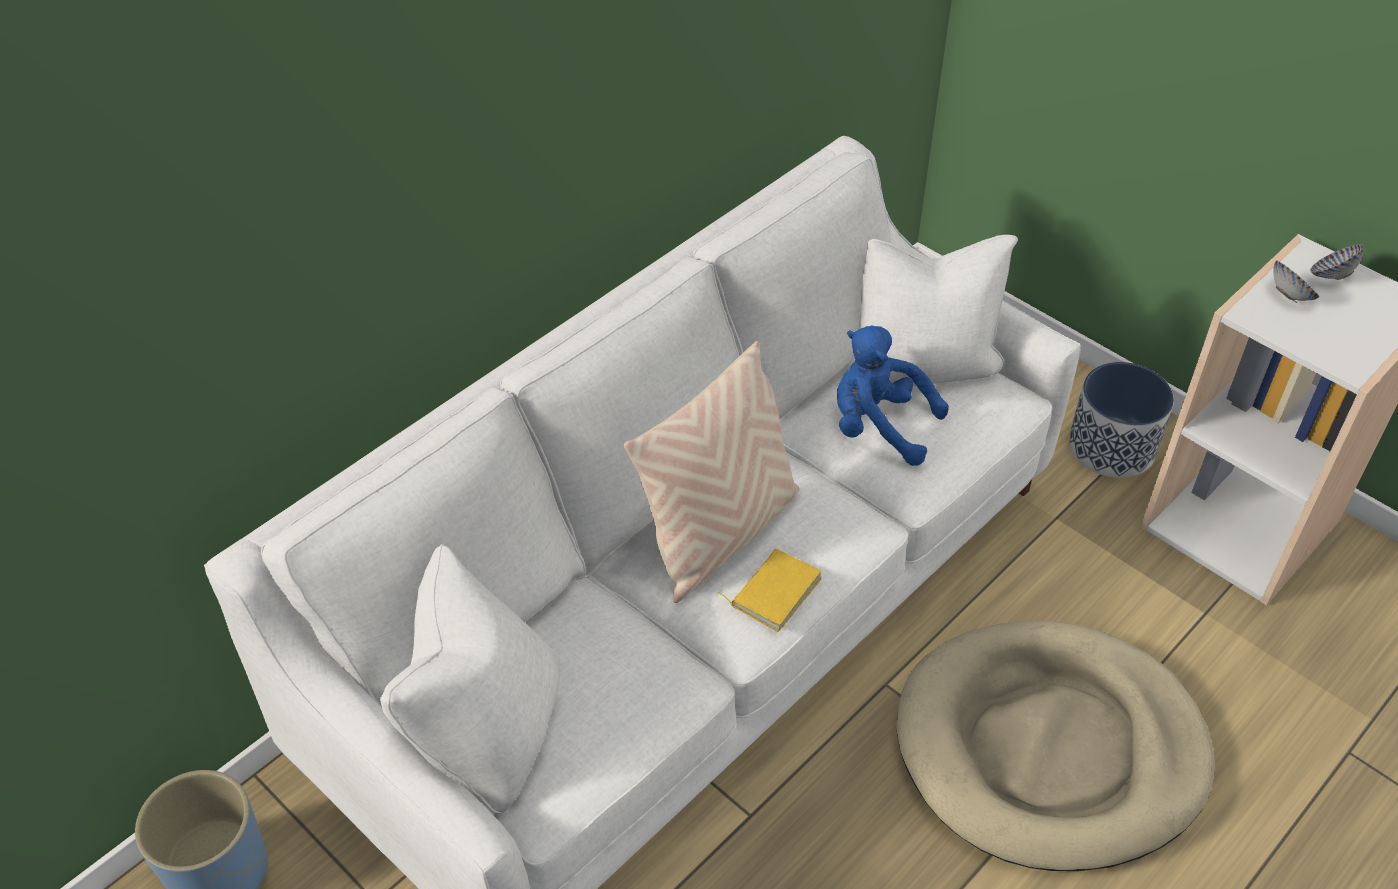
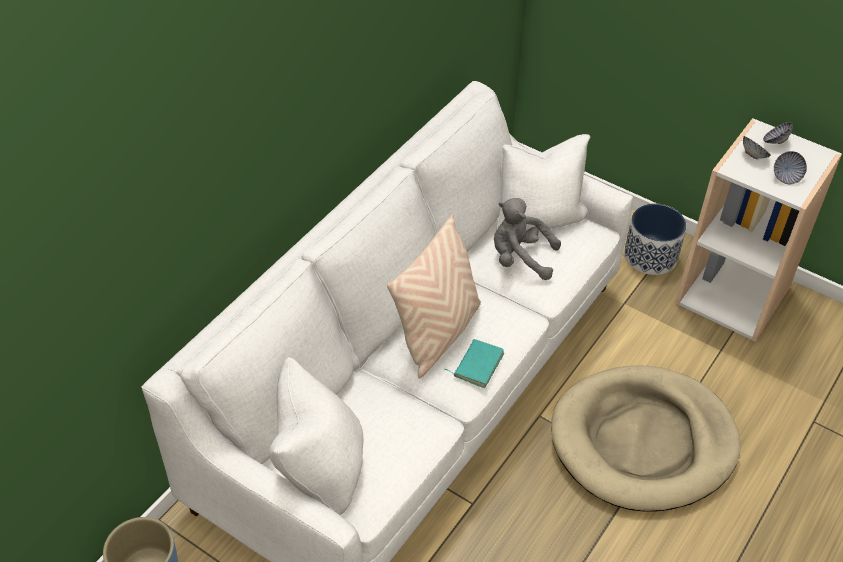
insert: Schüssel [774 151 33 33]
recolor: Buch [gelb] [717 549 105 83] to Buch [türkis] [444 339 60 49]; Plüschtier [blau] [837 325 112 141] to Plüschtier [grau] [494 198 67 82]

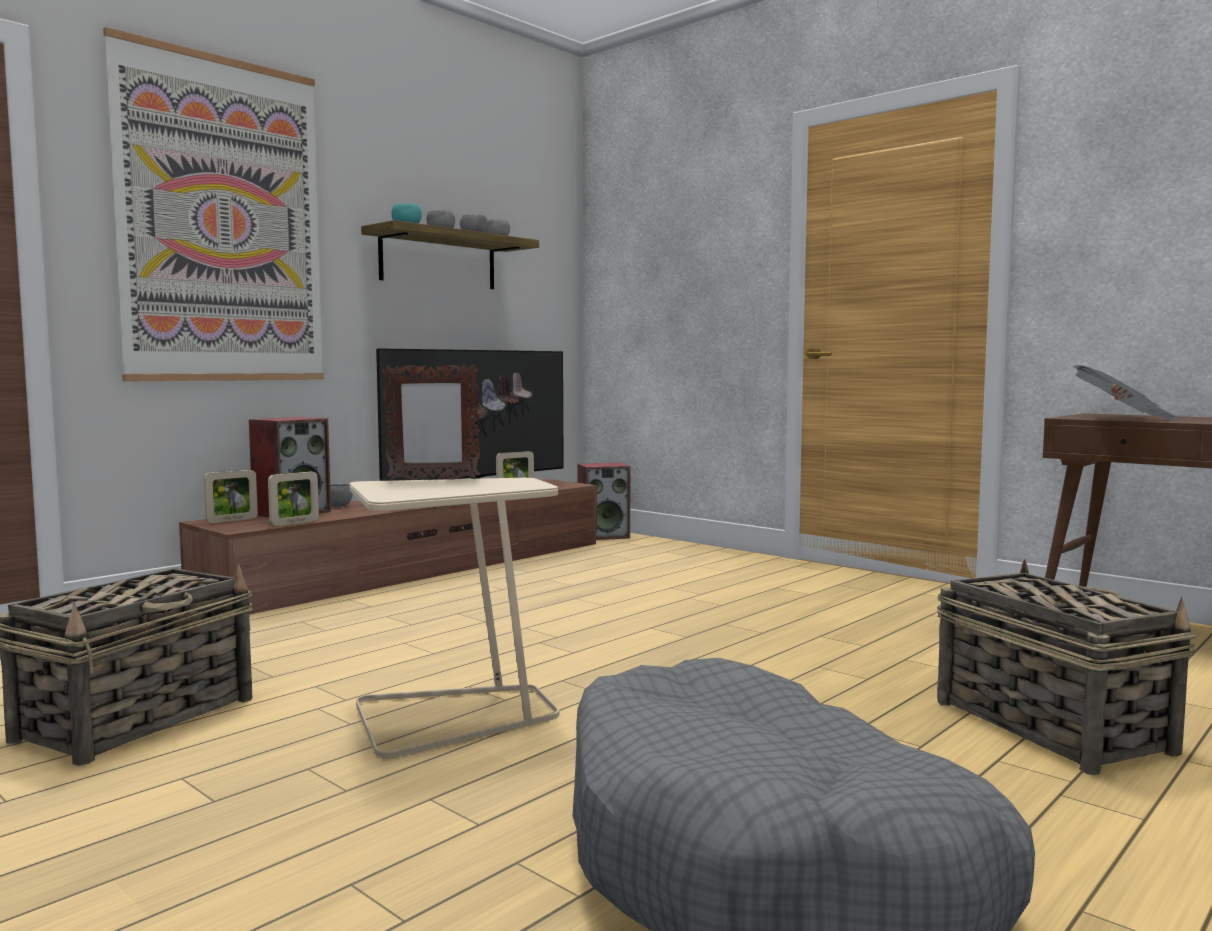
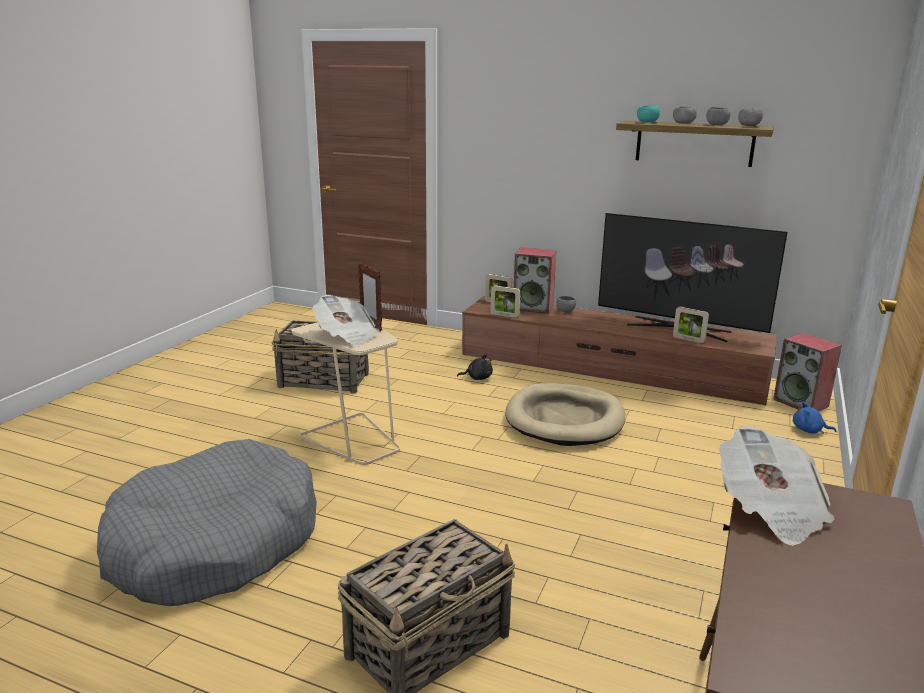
delete: Bild [103 27 221 355]
insert: Zeitung [313 295 65 52]; Plüschtier [schwarz] [457 355 36 25]; Hundebett [beige] [505 383 120 63]; Plüschtier [blau] [793 402 43 32]

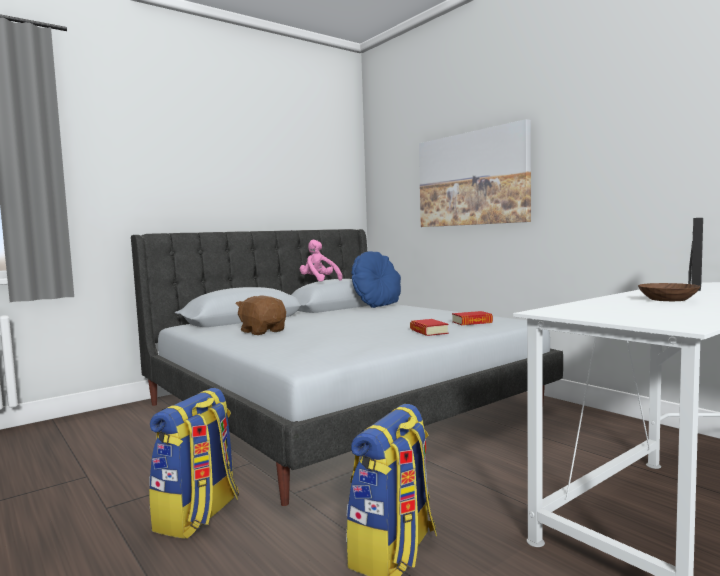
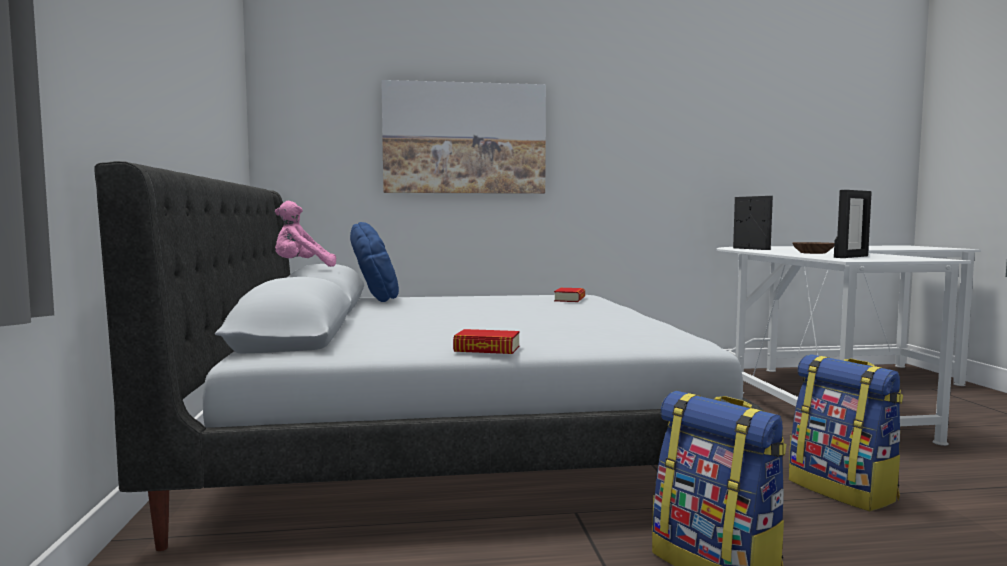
delete: Plüschtier [braun] [236 295 50 40]
insert: Bilderrahmen [834 190 38 68]
move: Buch [410 319 39 17] to [453 329 66 25]

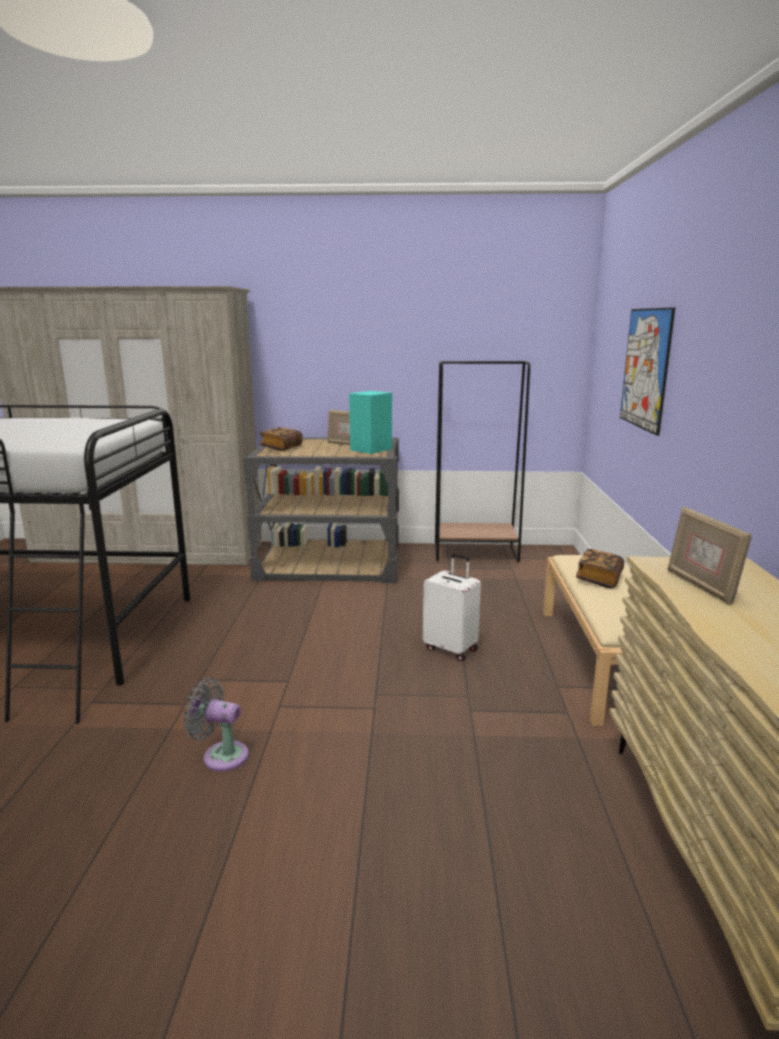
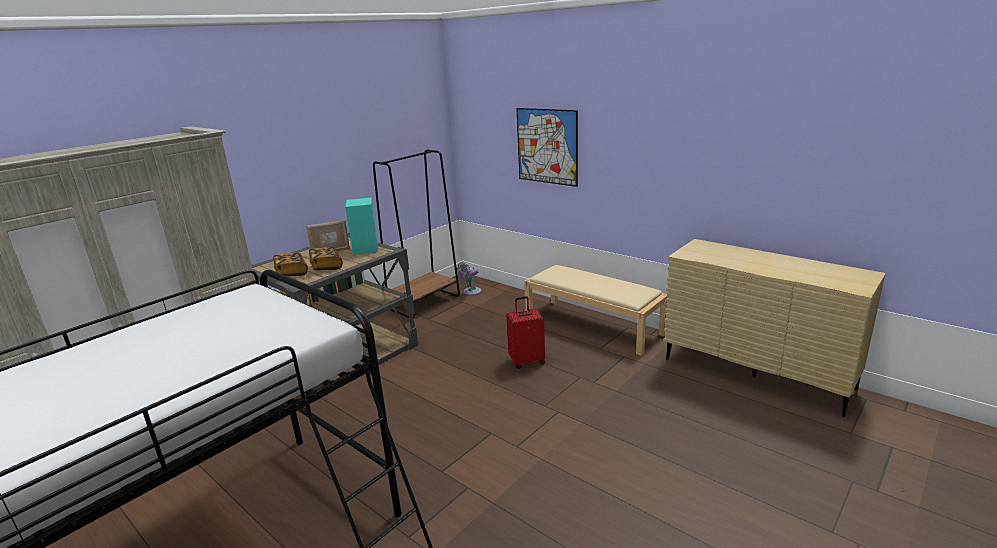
delete: Bilderrahmen [668 506 84 99]
move: Buch [576 549 48 39] to [309 247 34 23]; Ventilator [grau] [183 678 66 94] to [457 263 24 33]
recolor: Koffer [weiß] [423 553 58 108] to Koffer [rot] [506 296 39 73]

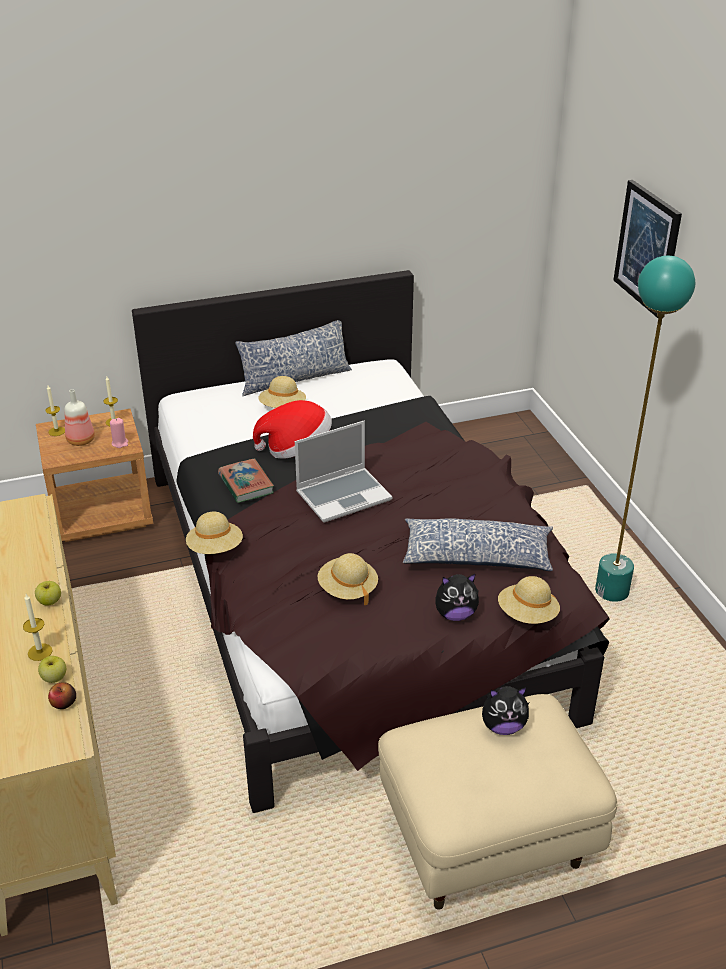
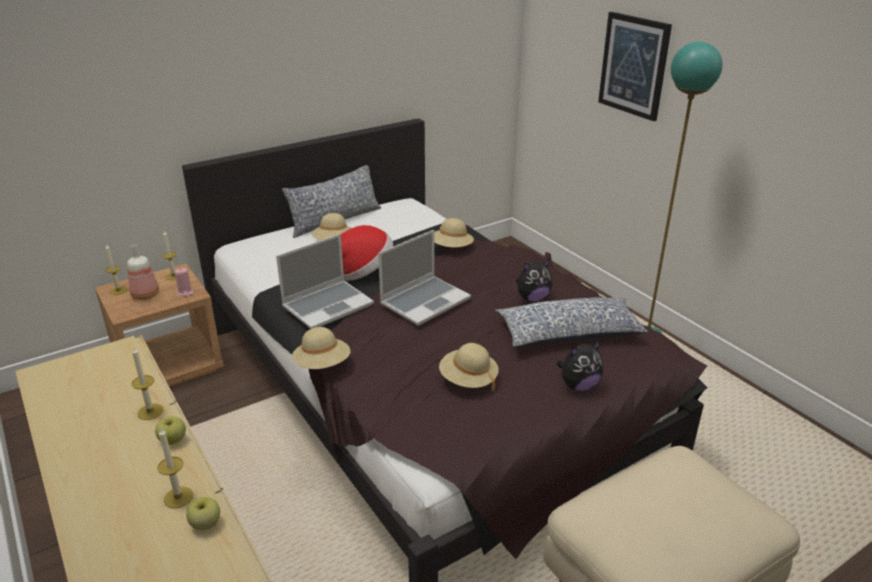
delete: Apfel [48 682 28 27]
insert: Kerze [131 346 32 74]
move: Hut [beige] [498 576 62 48] to [434 218 40 29]; Plüschtier [482 686 47 49] to [516 258 37 44]
replace: Buch [218 459 56 44] to Laptop [276 234 98 95]

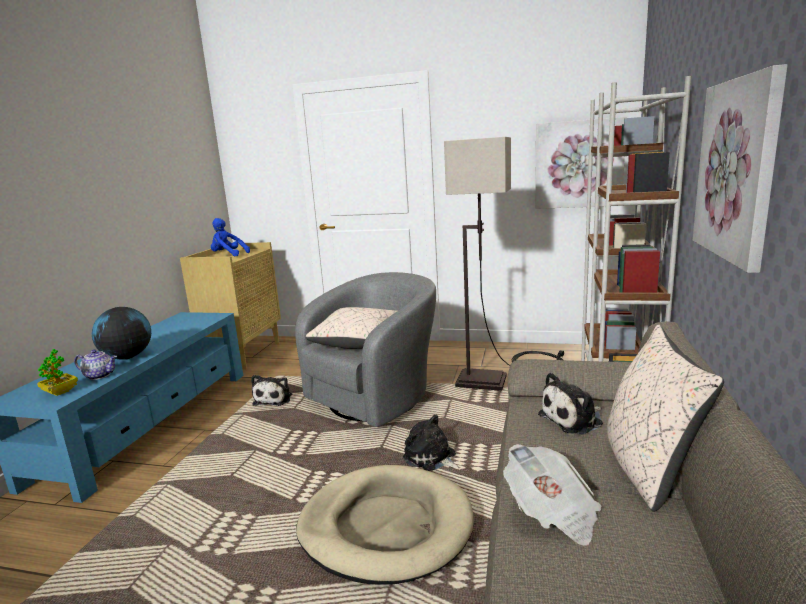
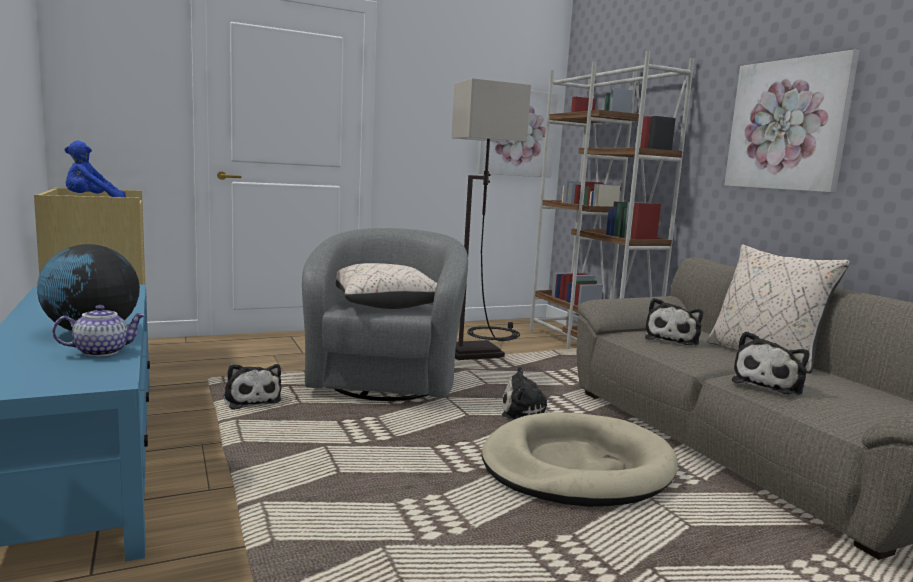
delete: Topfpflanze [37 349 41 47]
replace: Zeitung [503 444 98 102] to Plüschtier [732 331 77 64]

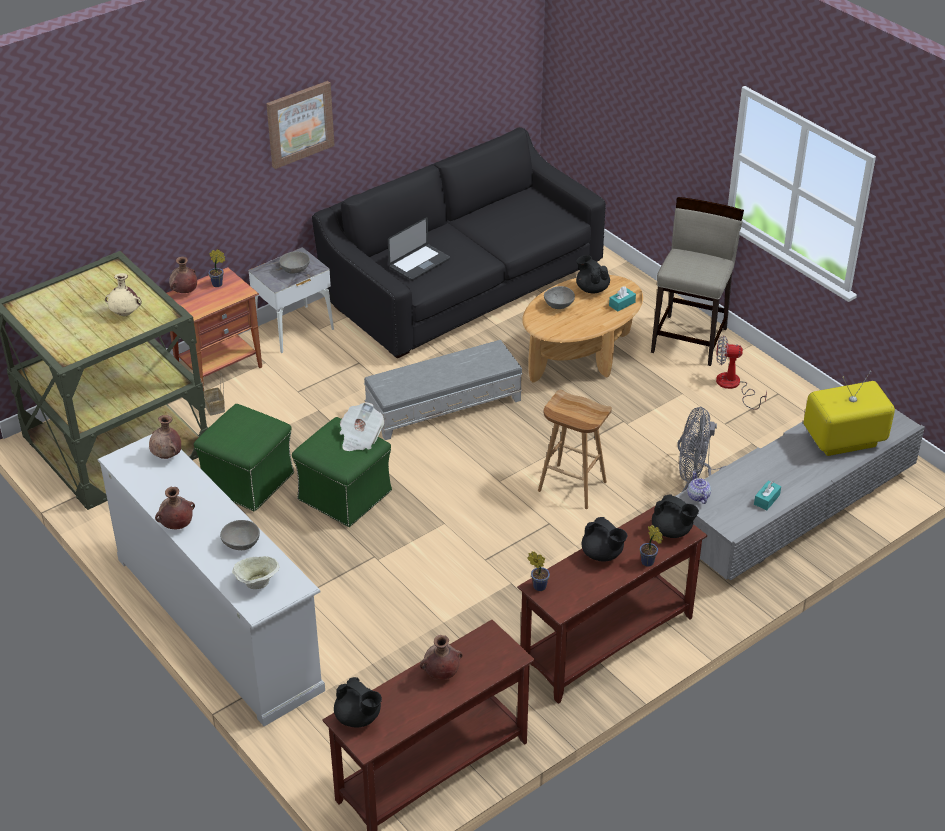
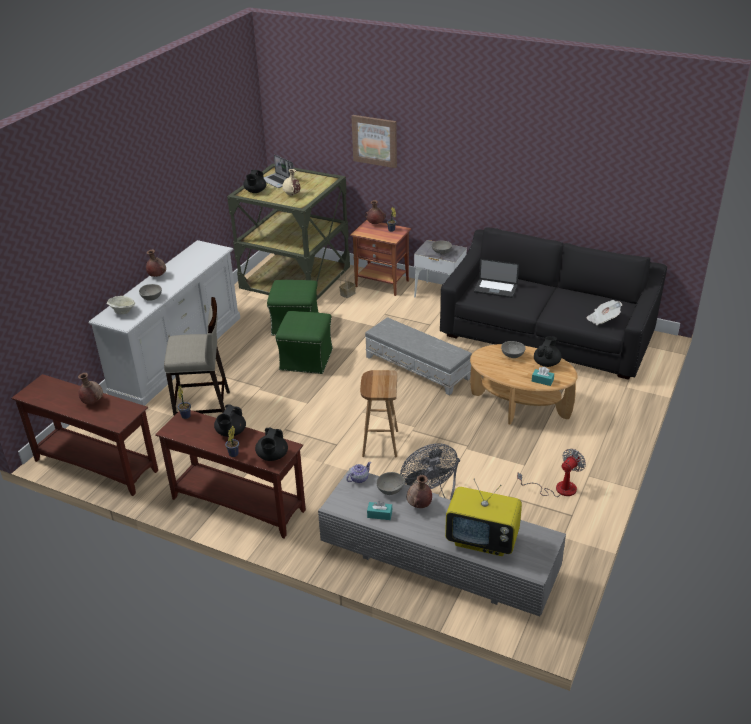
insert: Laptop [263 155 30 33]; Schüssel [grau] [376 472 29 23]
move: Hocker [beige] [651 197 93 169] to [164 297 66 119]; Teekanne [schwarz] [334 677 48 50] to [243 170 23 23]; Bild [266 81 69 88] to [351 115 46 53]; Vase [braun] [149 415 32 44] to [407 475 25 33]; Zeitung [340 402 44 49] to [587 300 35 25]
rotate: Fernseher [803 371 92 85] = [445 479 77 77] 150 degrees clockwise; Ventilator [716 336 51 74] = [517 449 69 48] 60 degrees clockwise

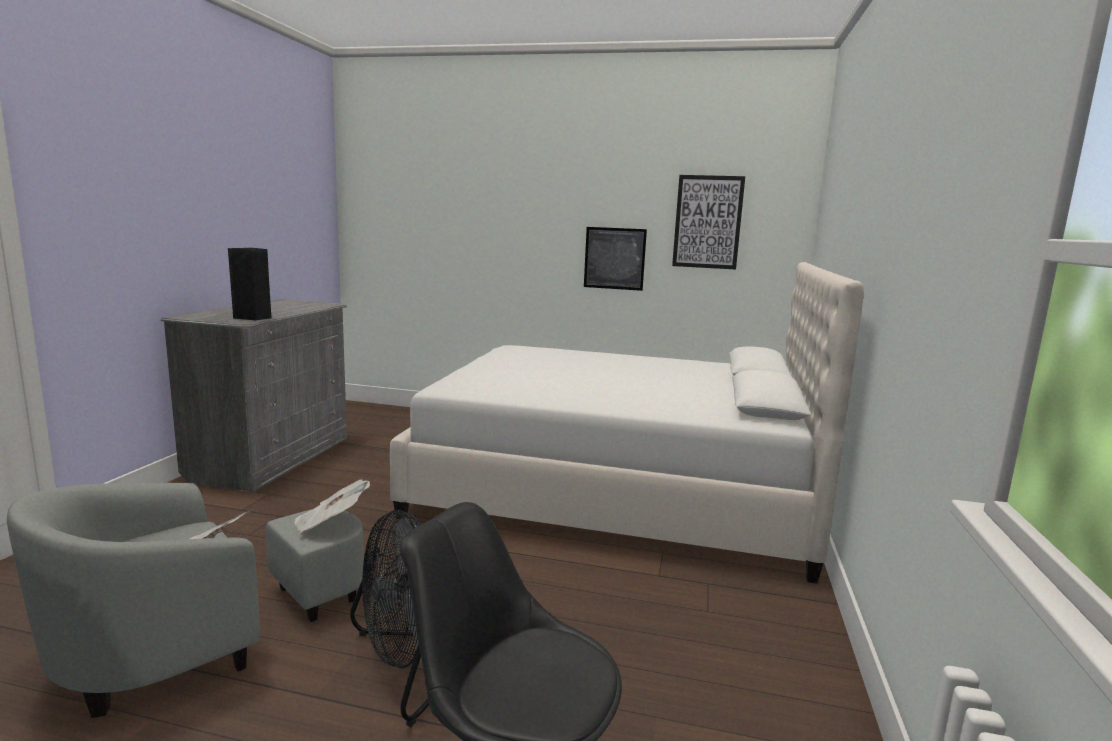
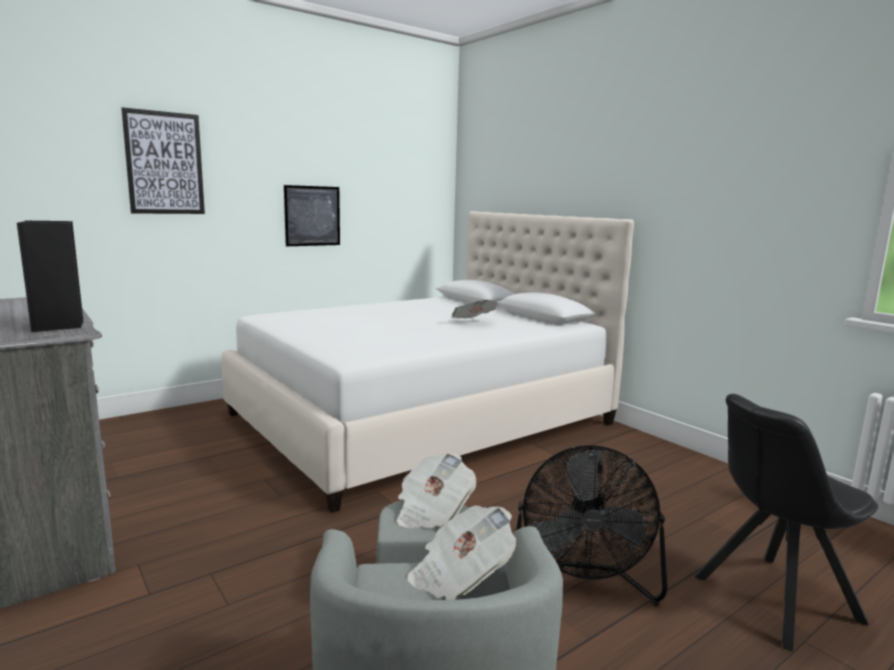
insert: Zeitung [452 300 45 18]
move: Bild [672 175 73 95] to [121 107 84 107]

